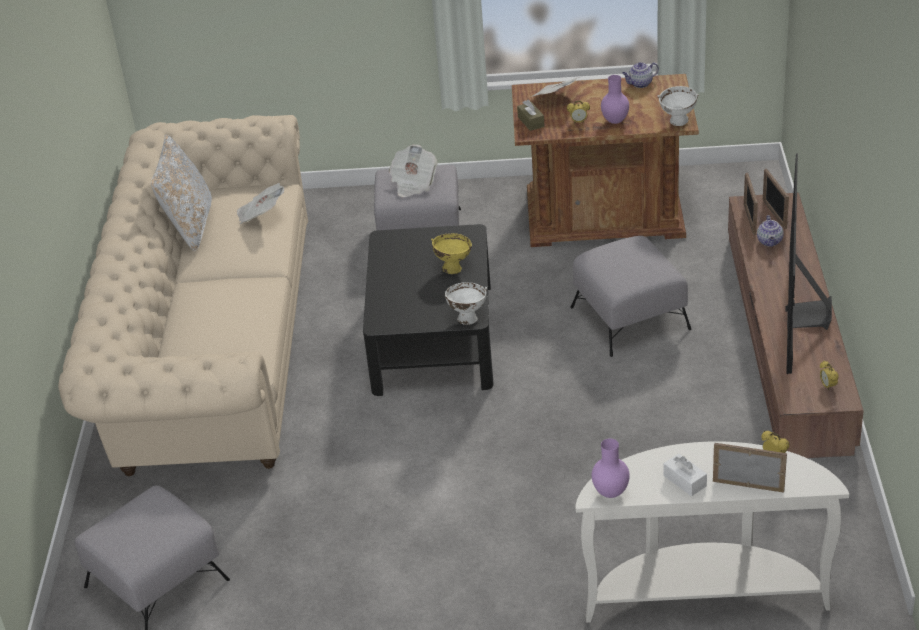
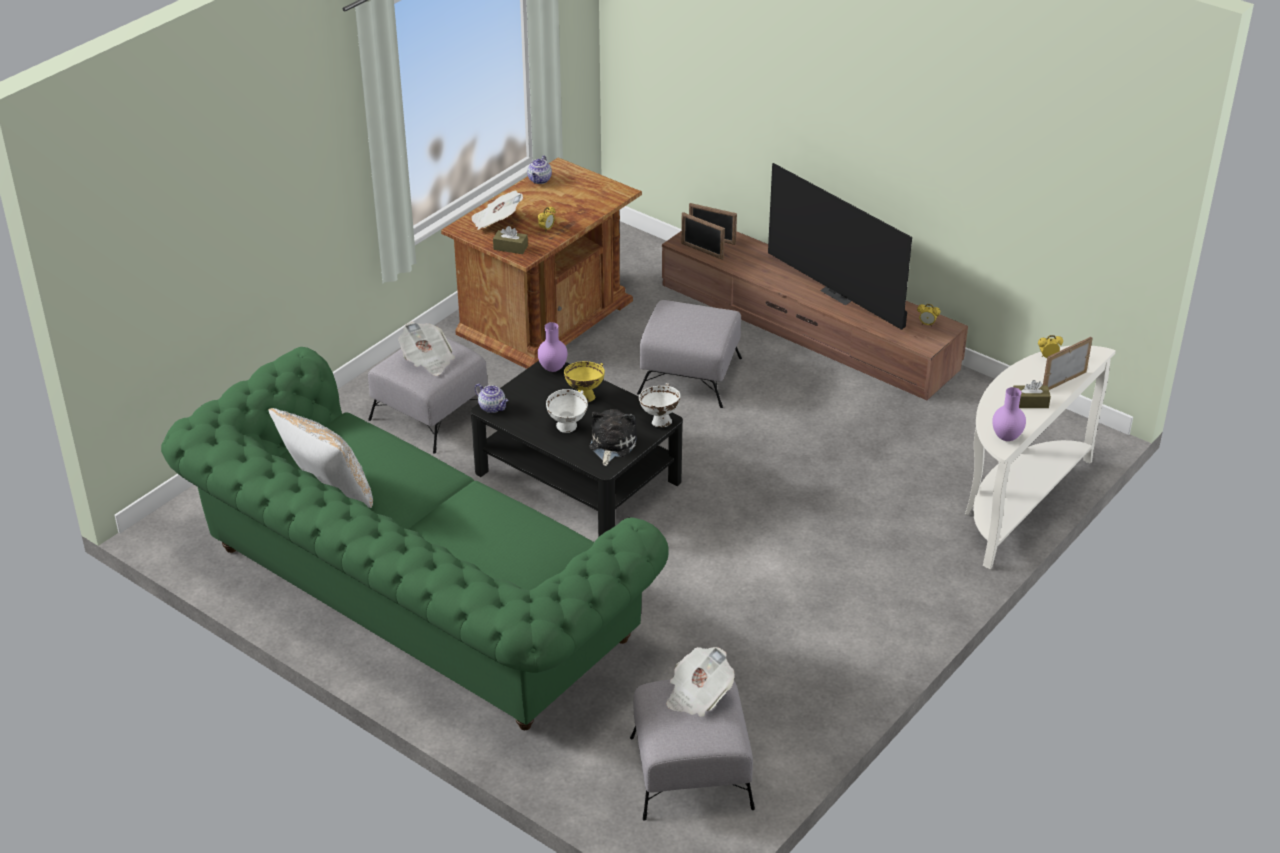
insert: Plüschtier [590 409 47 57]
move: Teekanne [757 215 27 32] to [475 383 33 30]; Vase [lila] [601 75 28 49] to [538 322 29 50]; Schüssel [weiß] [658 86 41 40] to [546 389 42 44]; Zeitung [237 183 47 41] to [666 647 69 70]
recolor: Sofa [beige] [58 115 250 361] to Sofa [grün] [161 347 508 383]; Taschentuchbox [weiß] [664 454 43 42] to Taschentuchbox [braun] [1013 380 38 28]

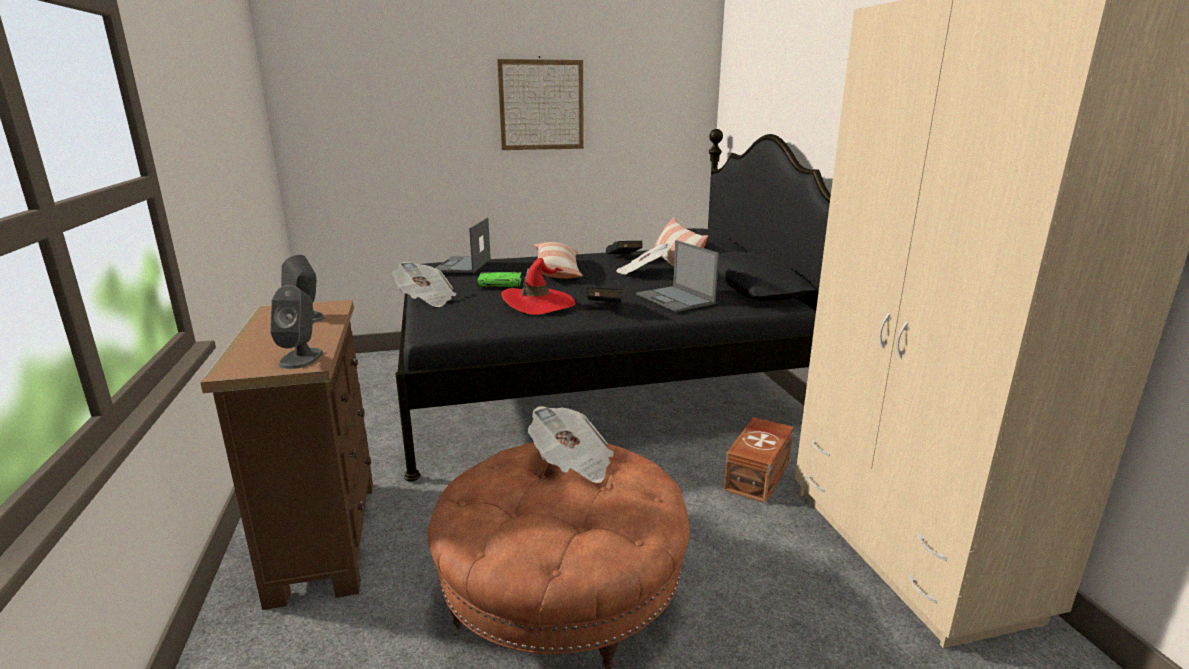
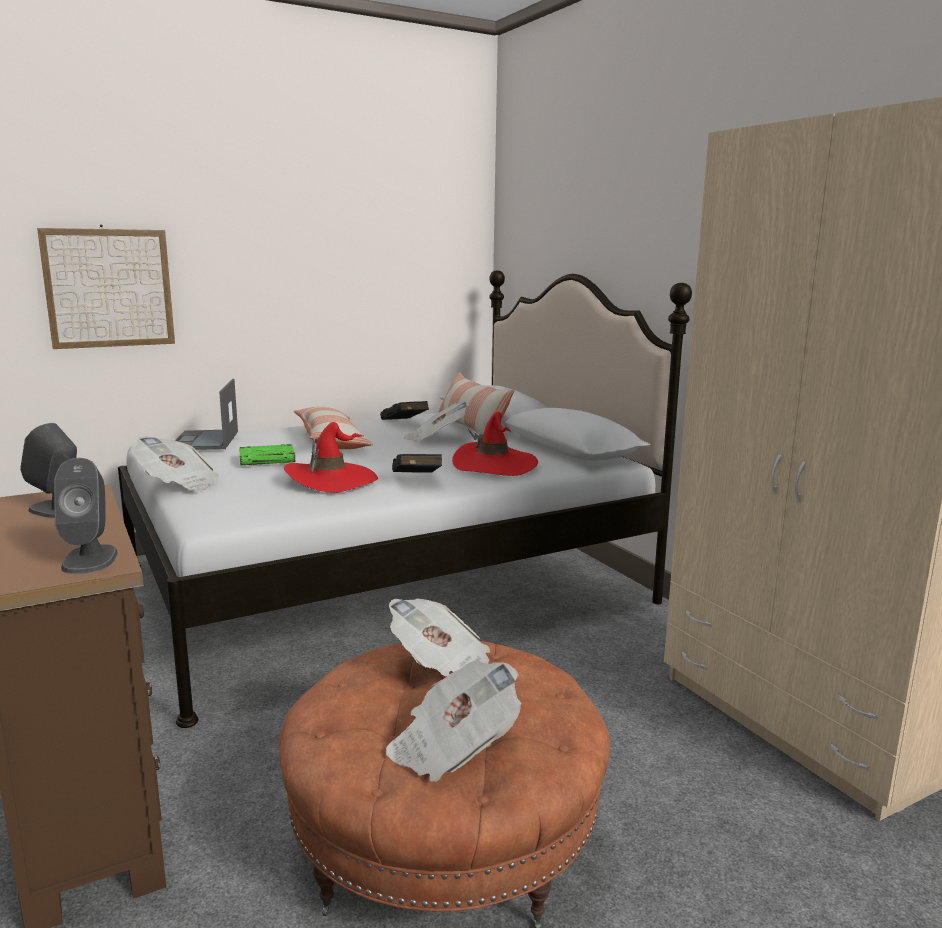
delete: Aufbewahrungsbox [braun] [723 417 70 86]
insert: Zeitung [386 661 135 121]
move: Bild [497 56 87 94] to [37 225 138 124]
replace: Laptop [636 240 83 72] to Hut [rot] [452 412 86 64]
recolor: Bett [schwarz] [395 129 436 352] to Bett [weiß] [118 270 574 458]

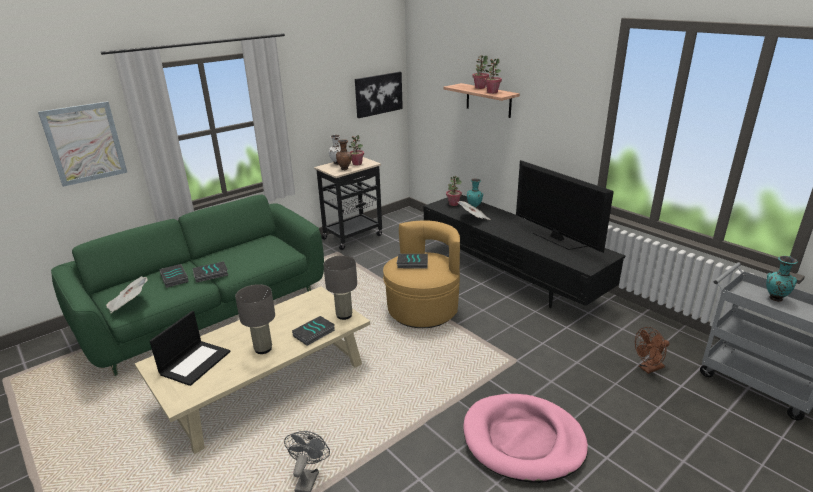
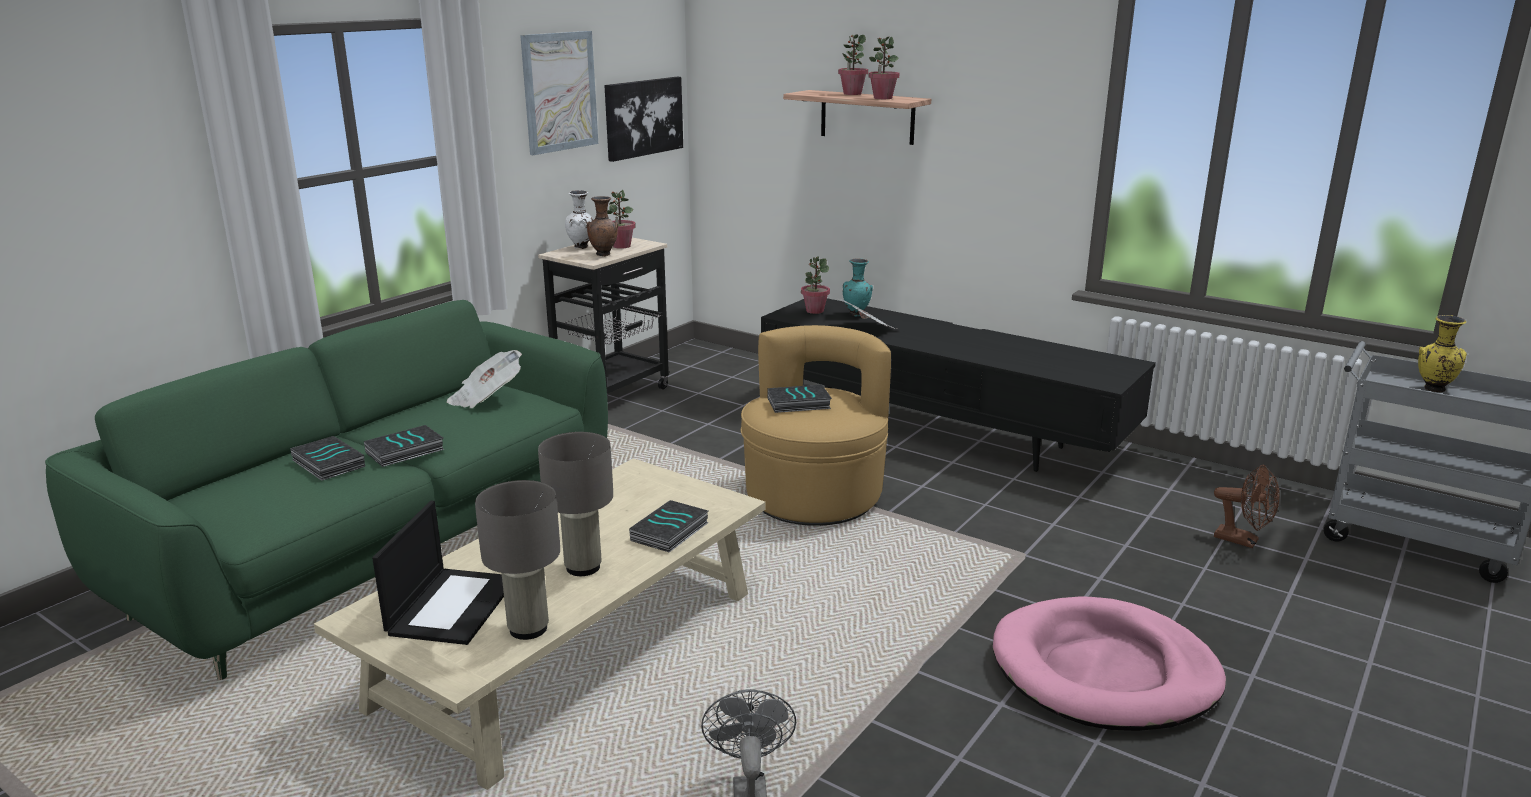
delete: Fernseher [516 160 98 93]
move: Zeitung [106 276 41 37] to [447 350 75 58]; Tischlampe [grau] [323 255 34 65] to [475 480 85 160]; Bild [38 101 89 86] to [520 31 78 124]
recolor: Vase [türkis] [766 256 31 46] to Vase [gelb] [1418 315 49 77]
rotate: Ventilator [braun] [635 327 35 47] = [1214 464 66 84] 105 degrees counterclockwise

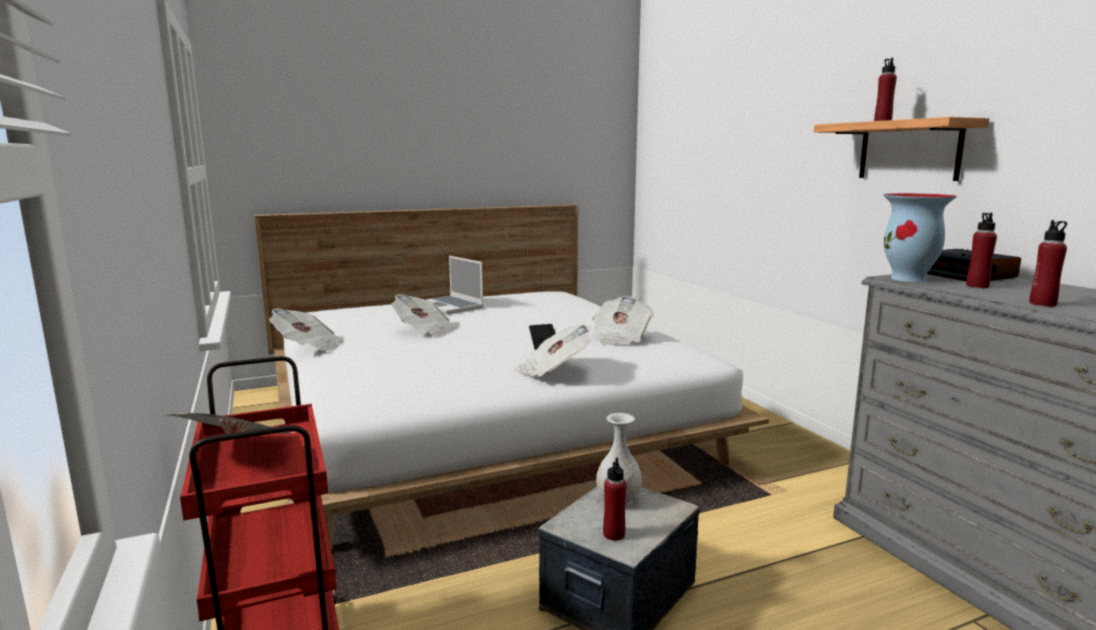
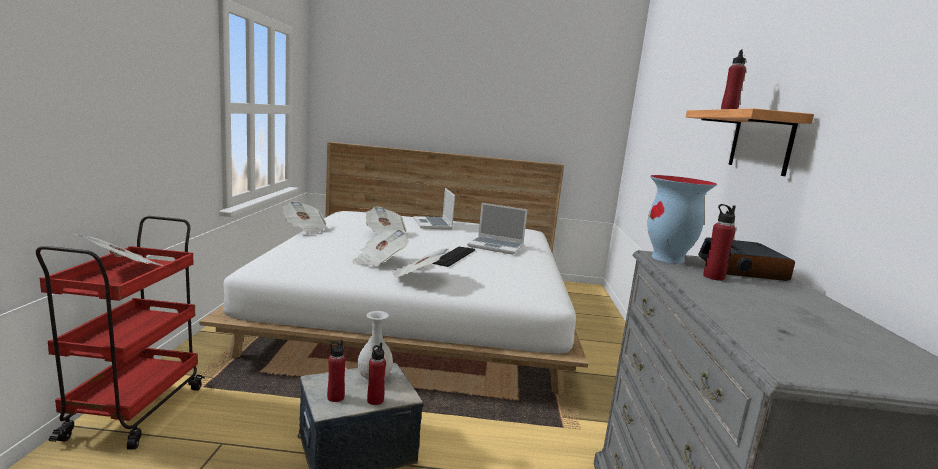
insert: Laptop [467 203 60 52]
move: Zeitung [593 296 61 49] to [352 229 57 38]; Flasche [rot] [1029 220 38 87] to [367 342 19 63]

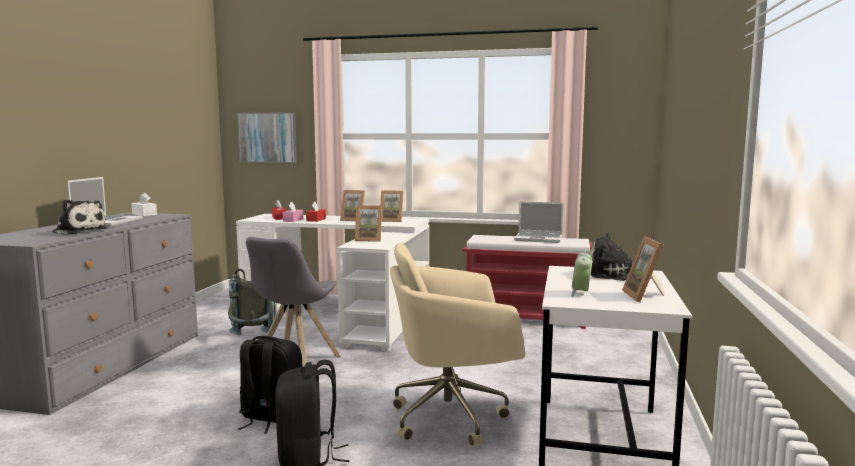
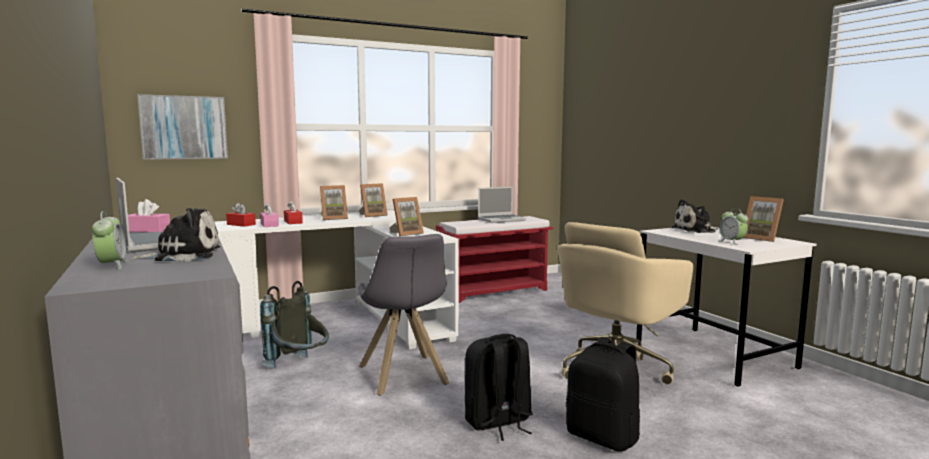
insert: Wecker [92 211 36 59]
recolor: Taschentuchbox [weiß] [131 193 26 23] to Taschentuchbox [rosa] [128 199 42 33]

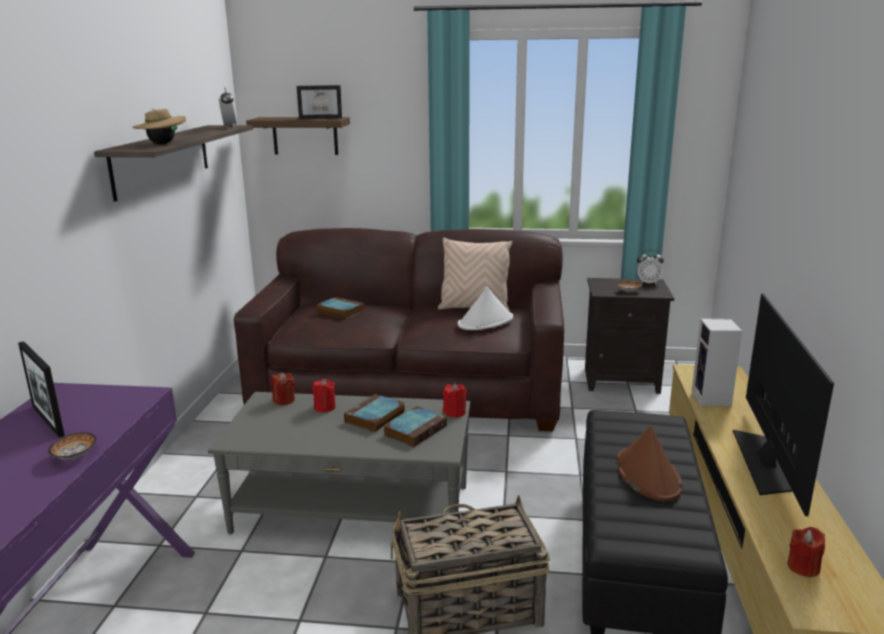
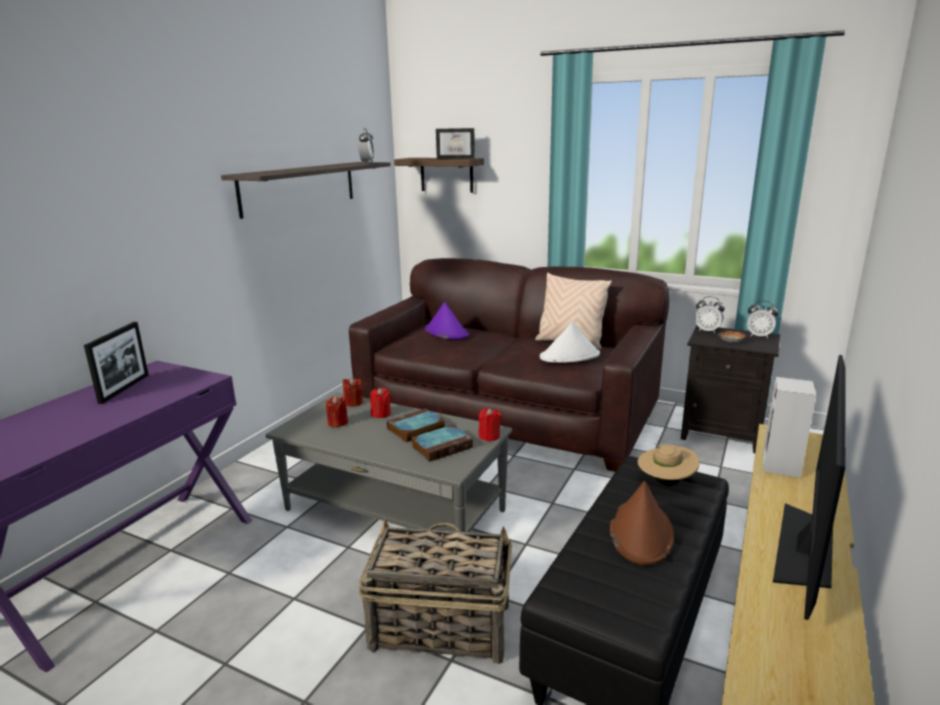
delete: Schüssel [48 432 48 28]
insert: Wecker [695 296 30 37]
move: Kerze [rot] [788 527 37 51] to [326 396 22 31]; Hut [beige] [132 108 54 36] to [638 440 62 45]
replace: Buch [317 297 47 22] to Hut [lila] [425 302 44 37]
rotate: Bilderrahmen [18 341 47 97] = [84 322 65 82] 150 degrees counterclockwise

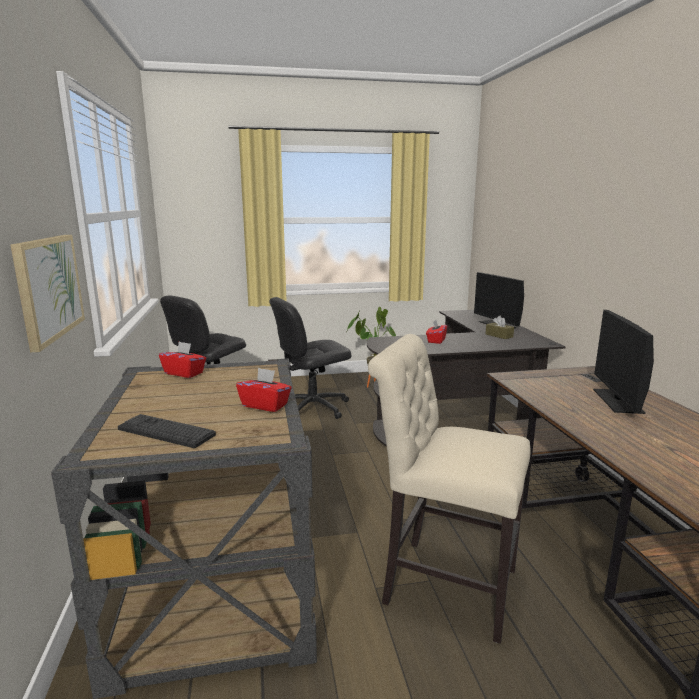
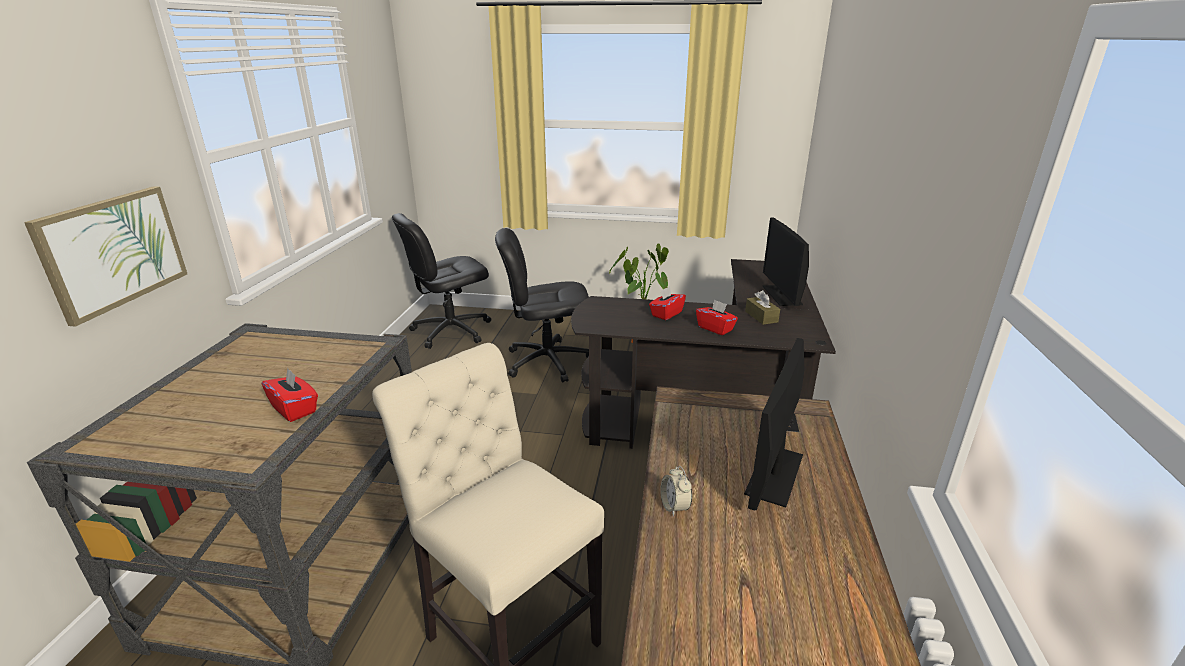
delete: Tastatur [118 414 98 34]
insert: Wecker [660 466 32 51]
move: Taschentuchbox [rot] [159 342 47 36] to [696 299 42 36]

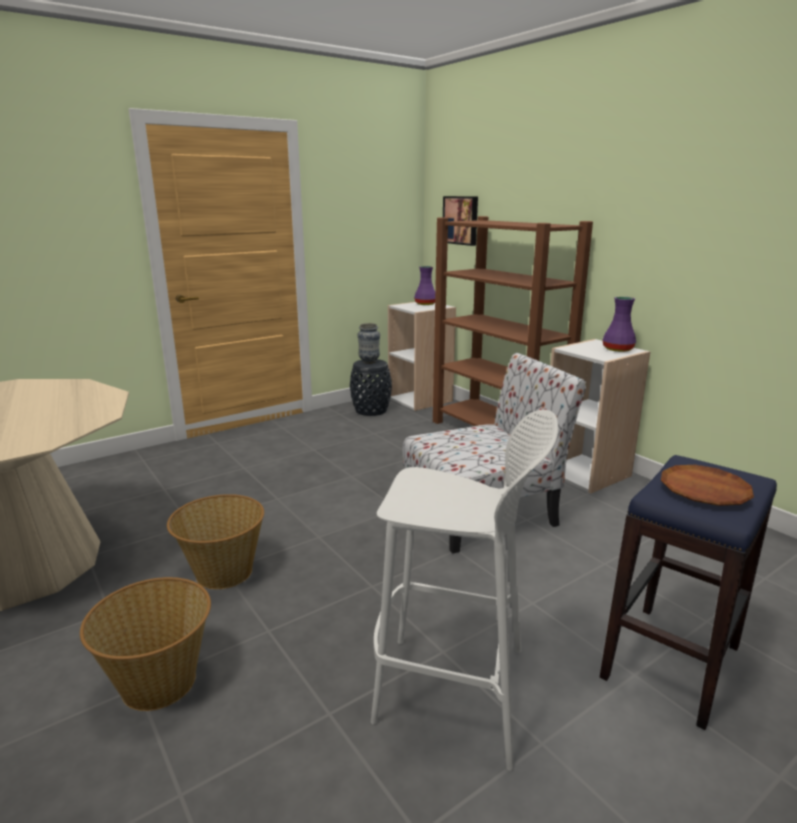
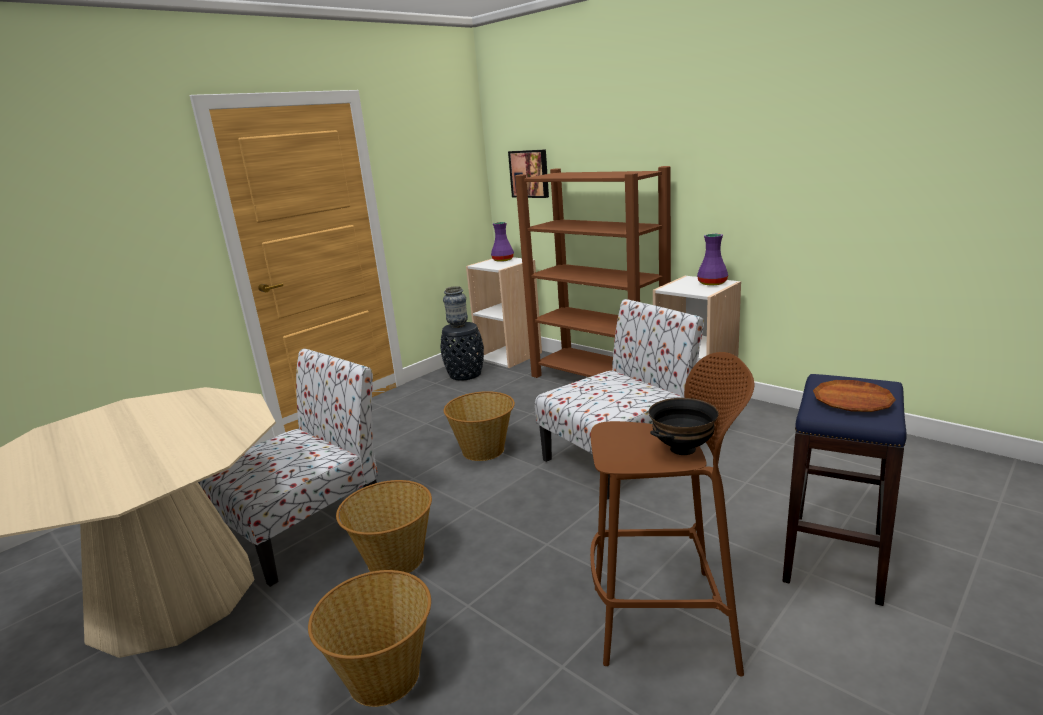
insert: Stuhl [198 349 180 238]; Korb [444 391 71 70]; Schüssel [schwarz] [649 398 70 57]
recolor: Hocker [weiß] [371 410 187 361] to Hocker [braun] [590 352 164 324]

